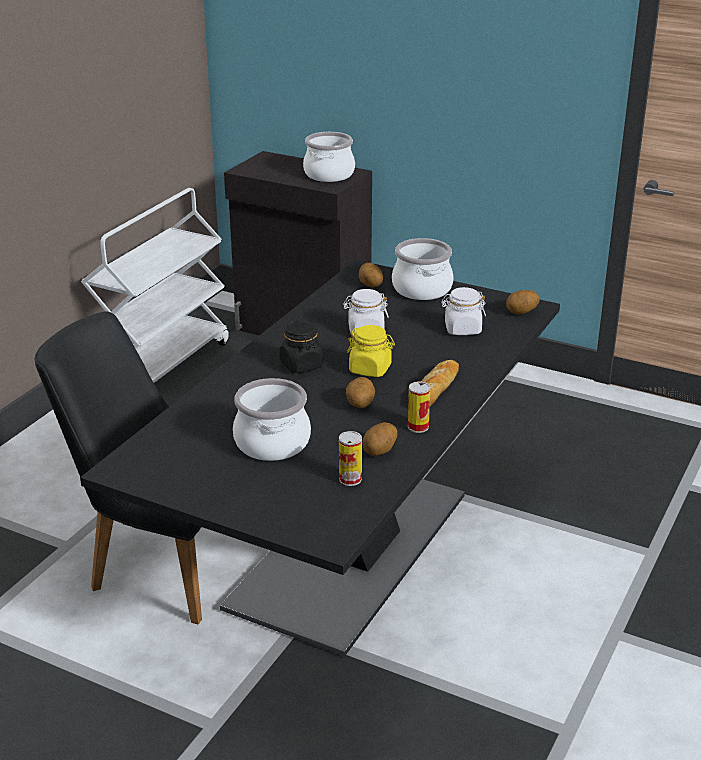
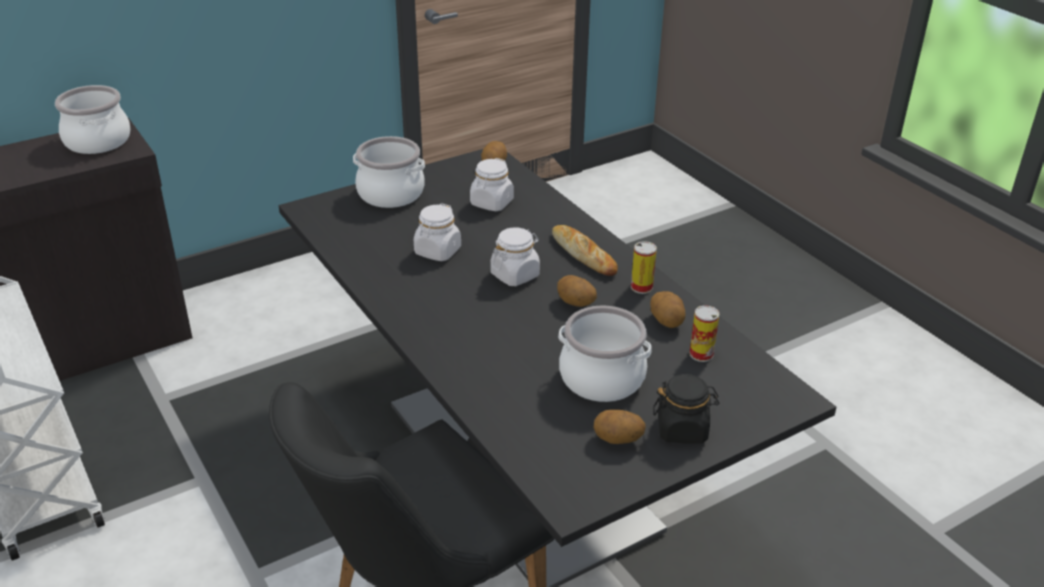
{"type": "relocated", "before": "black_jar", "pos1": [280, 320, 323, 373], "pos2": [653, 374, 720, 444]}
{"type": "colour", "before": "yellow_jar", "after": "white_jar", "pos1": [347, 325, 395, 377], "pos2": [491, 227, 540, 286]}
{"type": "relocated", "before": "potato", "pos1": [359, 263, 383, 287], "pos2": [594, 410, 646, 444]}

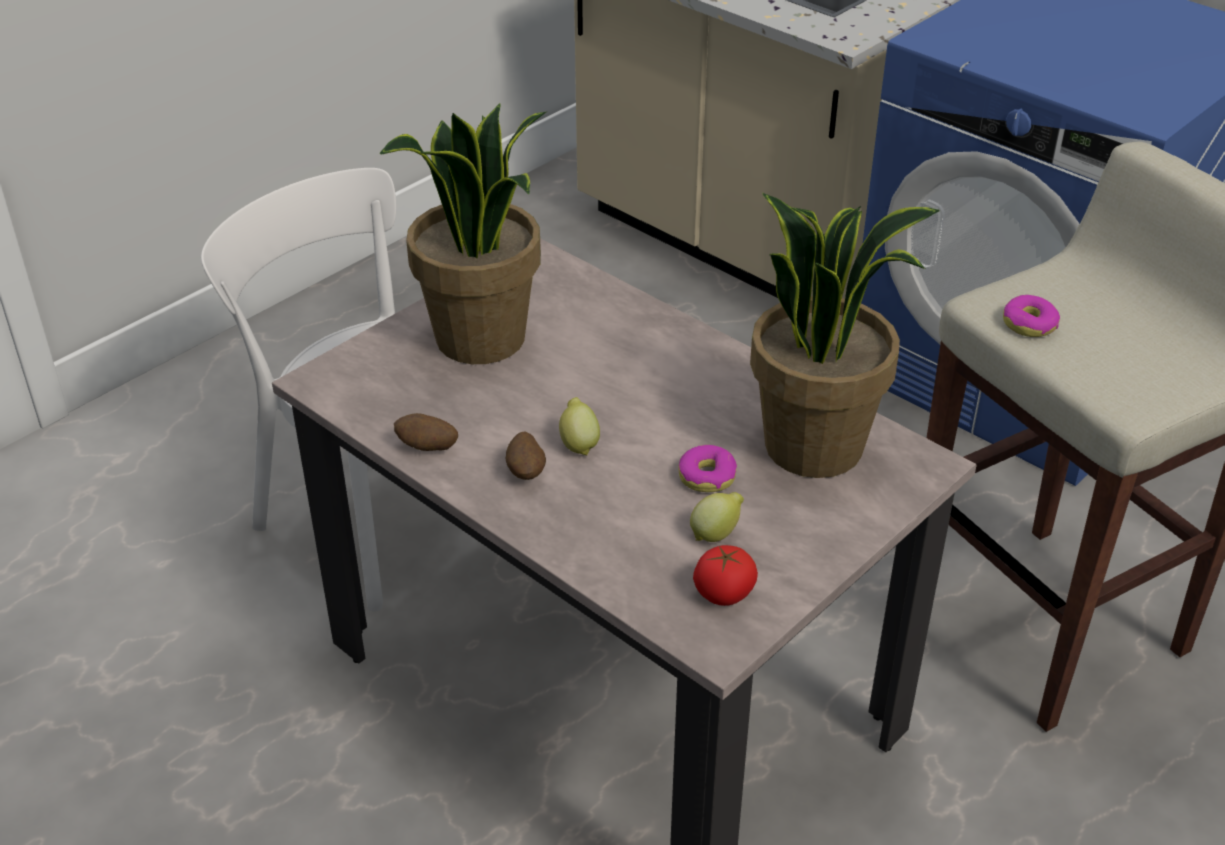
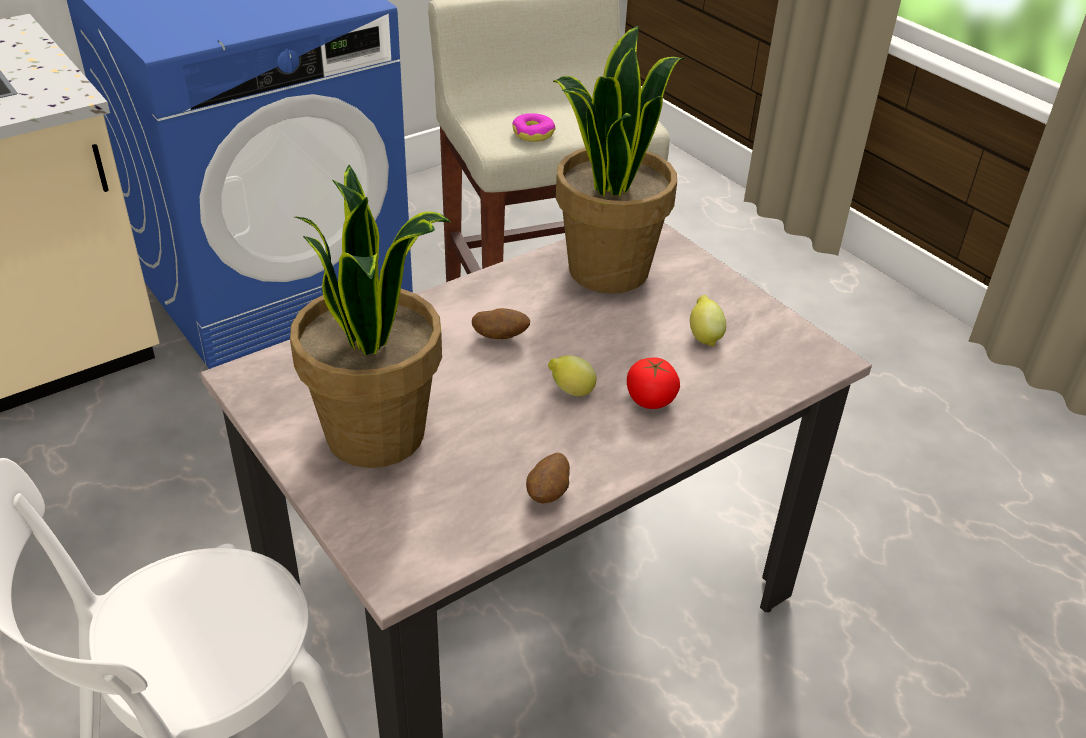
{"type": "relocated", "before": "potato", "pos1": [506, 431, 546, 480], "pos2": [472, 308, 530, 339]}
{"type": "missing", "before": "donut", "pos1": [678, 445, 737, 492]}
{"type": "relocated", "before": "tomato", "pos1": [693, 545, 758, 606], "pos2": [627, 358, 680, 409]}

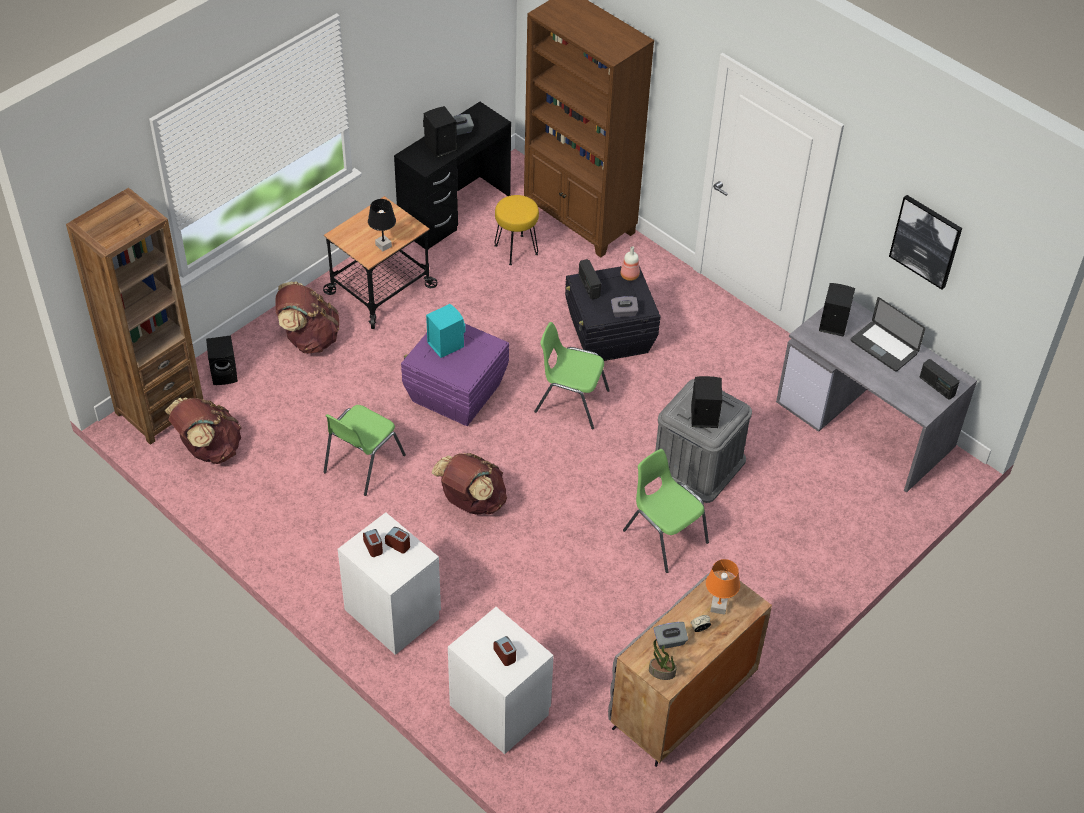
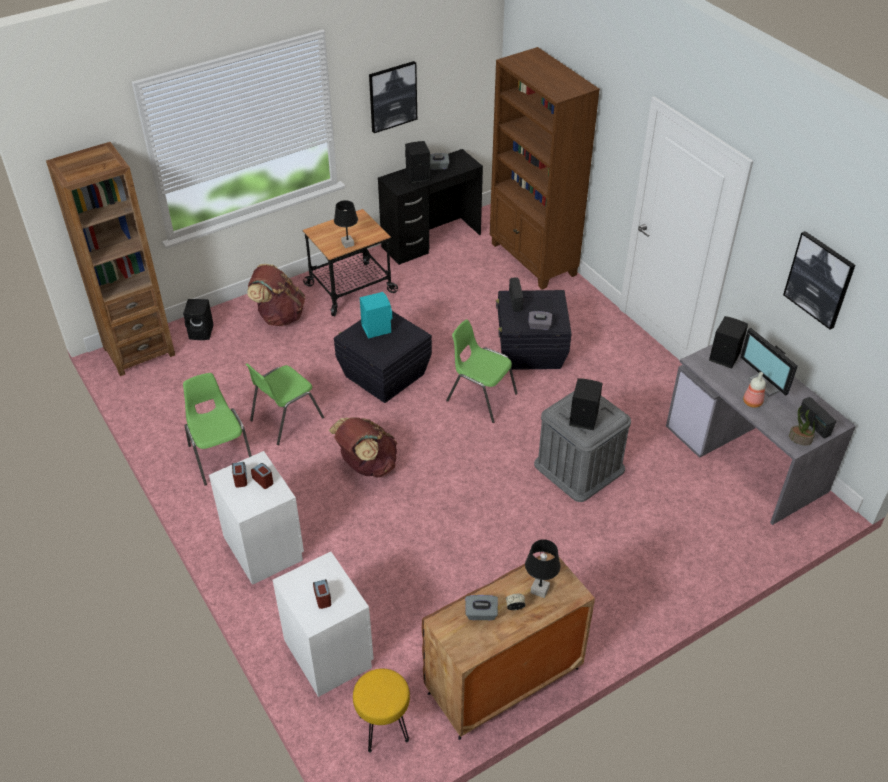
{"type": "missing", "before": "brown_backpack", "pos1": [164, 398, 241, 464]}
{"type": "colour", "before": "purple_storage_box", "after": "black_storage_box", "pos1": [401, 324, 509, 426], "pos2": [334, 311, 432, 403]}
{"type": "relocated", "before": "yellow_stool", "pos1": [494, 195, 539, 265], "pos2": [353, 669, 410, 753]}
{"type": "colour", "before": "grey_cabinet", "after": "brown_cabinet", "pos1": [608, 571, 772, 767], "pos2": [422, 552, 595, 740]}
{"type": "relocated", "before": "bottle", "pos1": [620, 246, 640, 281], "pos2": [743, 372, 766, 408]}
{"type": "relocated", "before": "green_chair", "pos1": [623, 449, 709, 573], "pos2": [183, 373, 252, 486]}
{"type": "relocated", "before": "potted_plant", "pos1": [649, 639, 677, 680], "pos2": [789, 406, 815, 446]}
{"type": "colour", "before": "orange_table_lamp", "after": "black_table_lamp", "pos1": [706, 559, 740, 615], "pos2": [525, 539, 560, 598]}
{"type": "exchanged", "before": "laptop", "after": "monitor", "pos1": [850, 297, 925, 372], "pos2": [740, 328, 798, 397]}
{"type": "appeared", "after": "picture", "pos2": [369, 61, 417, 133]}

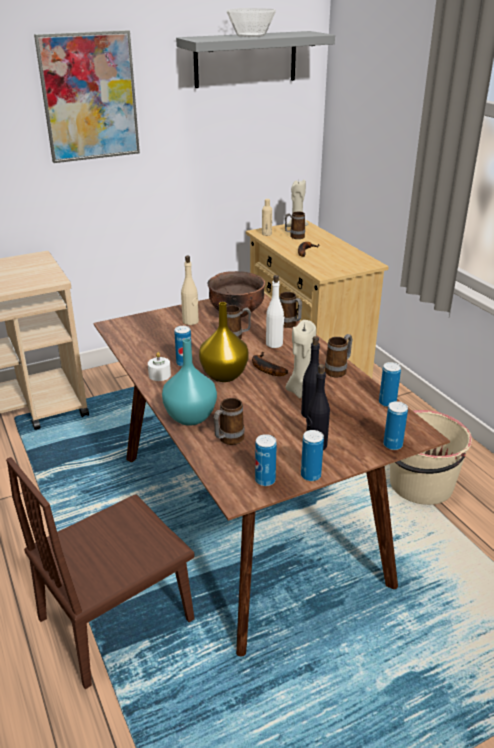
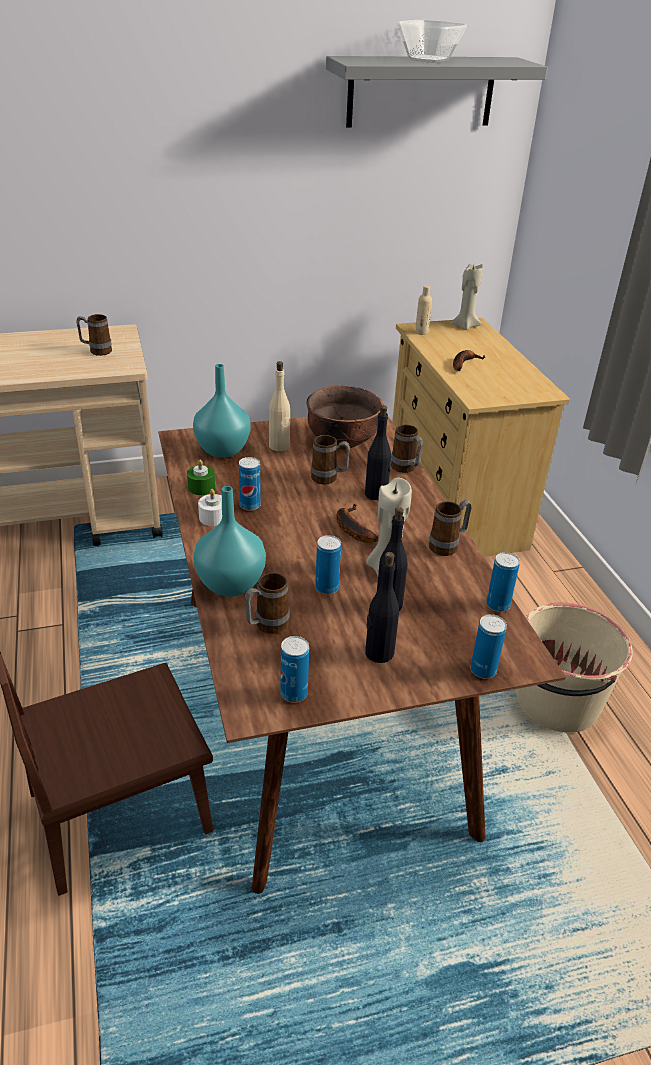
{"type": "missing", "before": "picture", "pos1": [34, 30, 140, 163]}
{"type": "missing", "before": "yellow_vase", "pos1": [199, 302, 249, 382]}
{"type": "colour", "before": "white_bottle", "after": "black_bottle", "pos1": [266, 275, 284, 348], "pos2": [365, 405, 392, 500]}
{"type": "relocated", "before": "mug", "pos1": [285, 212, 305, 239], "pos2": [76, 314, 112, 356]}
{"type": "relocated", "before": "can", "pos1": [301, 430, 324, 481], "pos2": [315, 535, 341, 594]}
{"type": "appeared", "after": "green_candle", "pos2": [187, 460, 215, 495]}
{"type": "appeared", "after": "turquoise_vase", "pos2": [193, 364, 251, 458]}

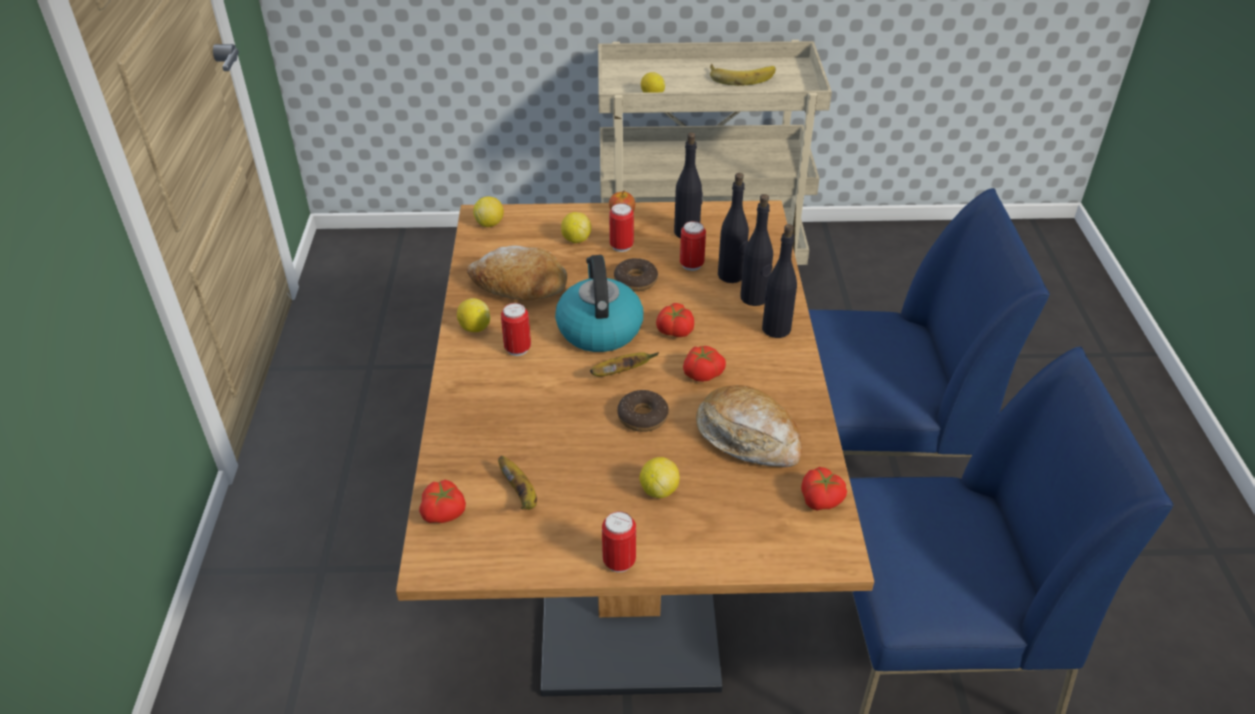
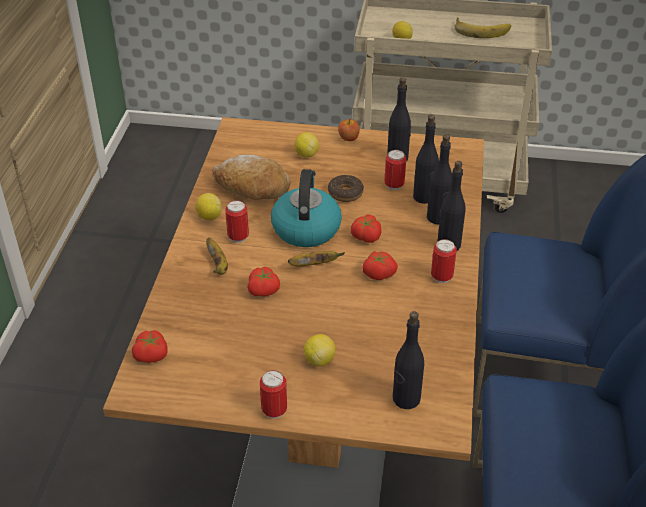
{"type": "missing", "before": "lemon", "pos1": [473, 197, 504, 227]}
{"type": "relocated", "before": "banana", "pos1": [498, 456, 537, 510], "pos2": [206, 238, 228, 275]}
{"type": "relocated", "before": "can", "pos1": [609, 203, 634, 252], "pos2": [431, 239, 457, 283]}
{"type": "missing", "before": "donut", "pos1": [617, 390, 669, 432]}
{"type": "missing", "before": "bread", "pos1": [696, 385, 802, 467]}
{"type": "relocated", "before": "tomato", "pos1": [801, 467, 847, 510], "pos2": [247, 267, 280, 296]}
{"type": "appeared", "after": "black_bottle", "pos2": [393, 311, 424, 409]}

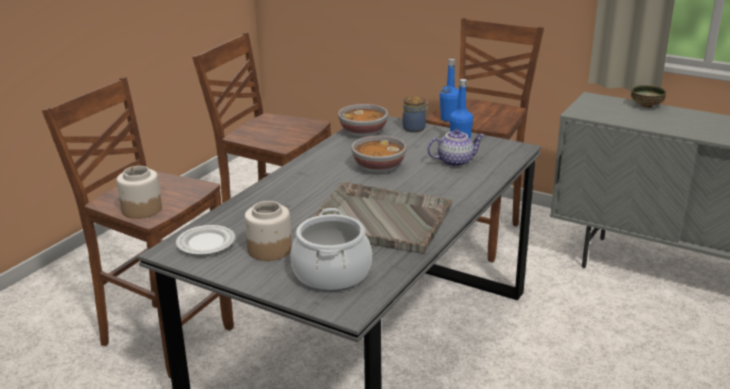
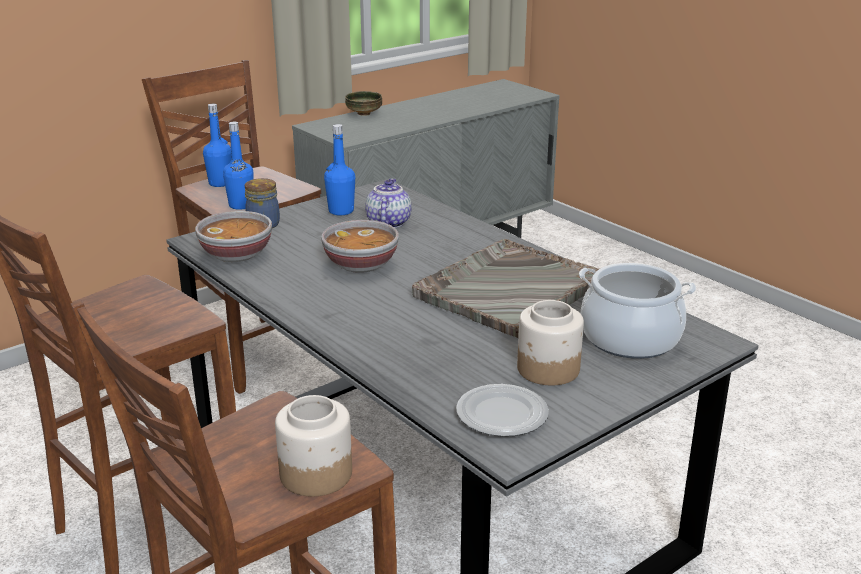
{"type": "appeared", "after": "blue_bottle", "pos2": [203, 104, 231, 187]}

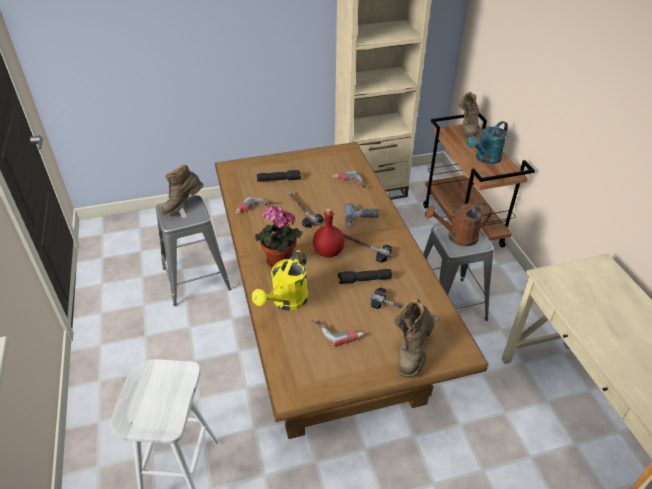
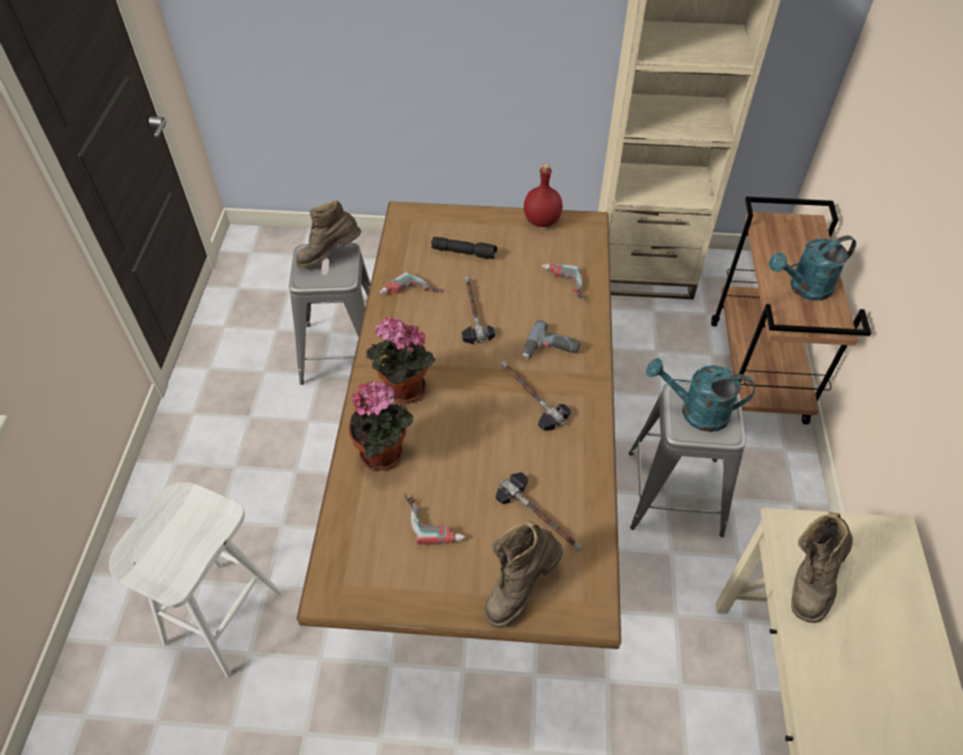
{"type": "exchanged", "before": "yellow_watering_can", "after": "potted_plant", "pos1": [252, 250, 308, 311], "pos2": [348, 381, 414, 470]}
{"type": "relocated", "before": "red_bottle", "pos1": [313, 208, 344, 258], "pos2": [524, 164, 563, 227]}
{"type": "missing", "before": "black_flashlight", "pos1": [338, 269, 392, 284]}
{"type": "colour", "before": "brown_watering_can", "after": "turquoise_watering_can", "pos1": [425, 202, 492, 246], "pos2": [646, 358, 755, 432]}
{"type": "relocated", "before": "brown_boot", "pos1": [459, 92, 480, 139], "pos2": [791, 512, 853, 623]}

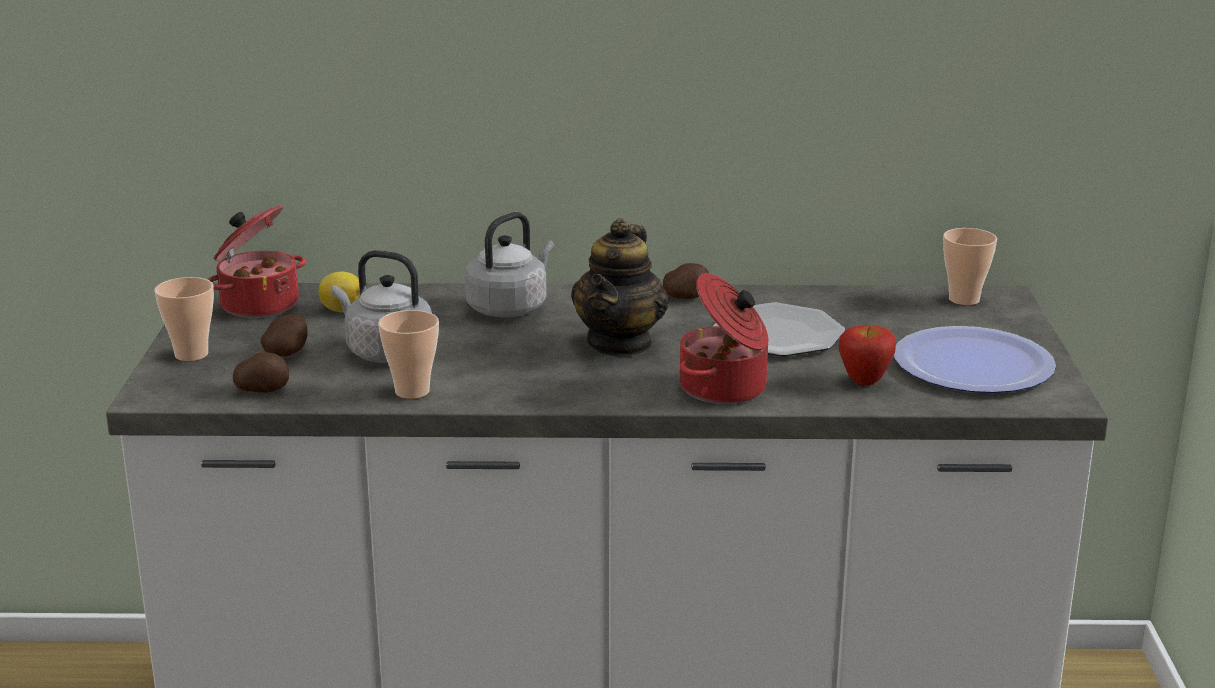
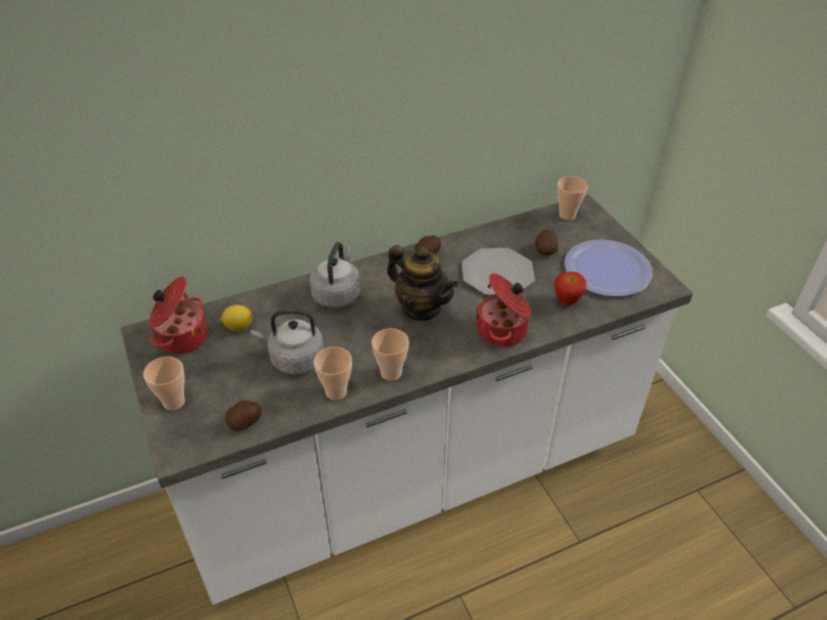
{"type": "relocated", "before": "potato", "pos1": [261, 314, 308, 357], "pos2": [535, 229, 558, 255]}
{"type": "spun", "before": "teapot", "pos1": [571, 218, 668, 357], "pos2": [387, 245, 459, 321], "turn": -45}
{"type": "appeared", "after": "cup", "pos2": [372, 328, 409, 381]}

